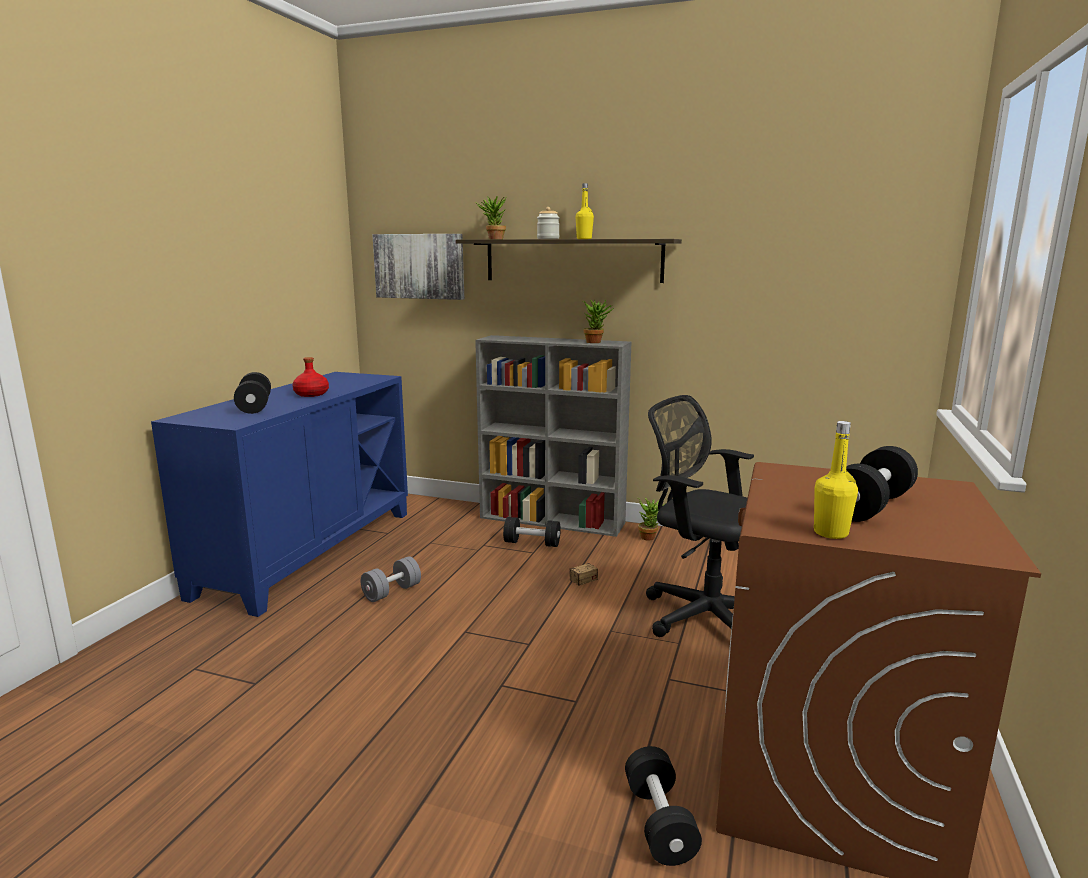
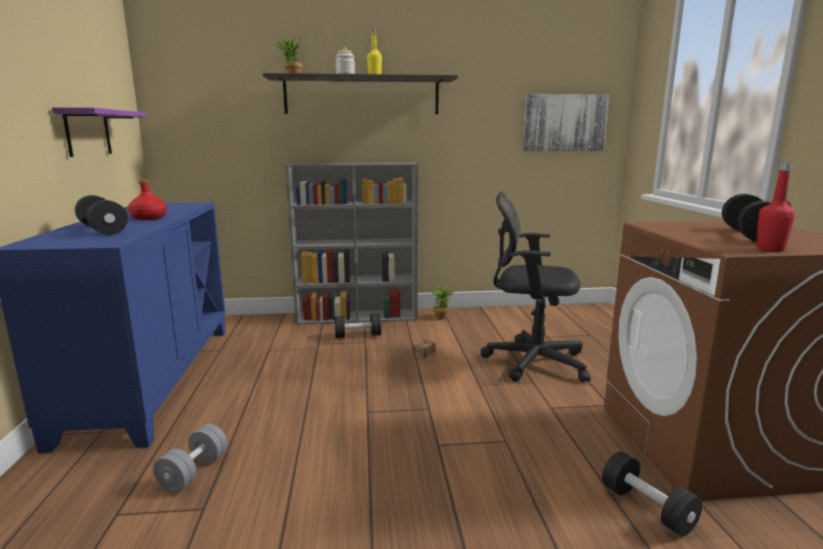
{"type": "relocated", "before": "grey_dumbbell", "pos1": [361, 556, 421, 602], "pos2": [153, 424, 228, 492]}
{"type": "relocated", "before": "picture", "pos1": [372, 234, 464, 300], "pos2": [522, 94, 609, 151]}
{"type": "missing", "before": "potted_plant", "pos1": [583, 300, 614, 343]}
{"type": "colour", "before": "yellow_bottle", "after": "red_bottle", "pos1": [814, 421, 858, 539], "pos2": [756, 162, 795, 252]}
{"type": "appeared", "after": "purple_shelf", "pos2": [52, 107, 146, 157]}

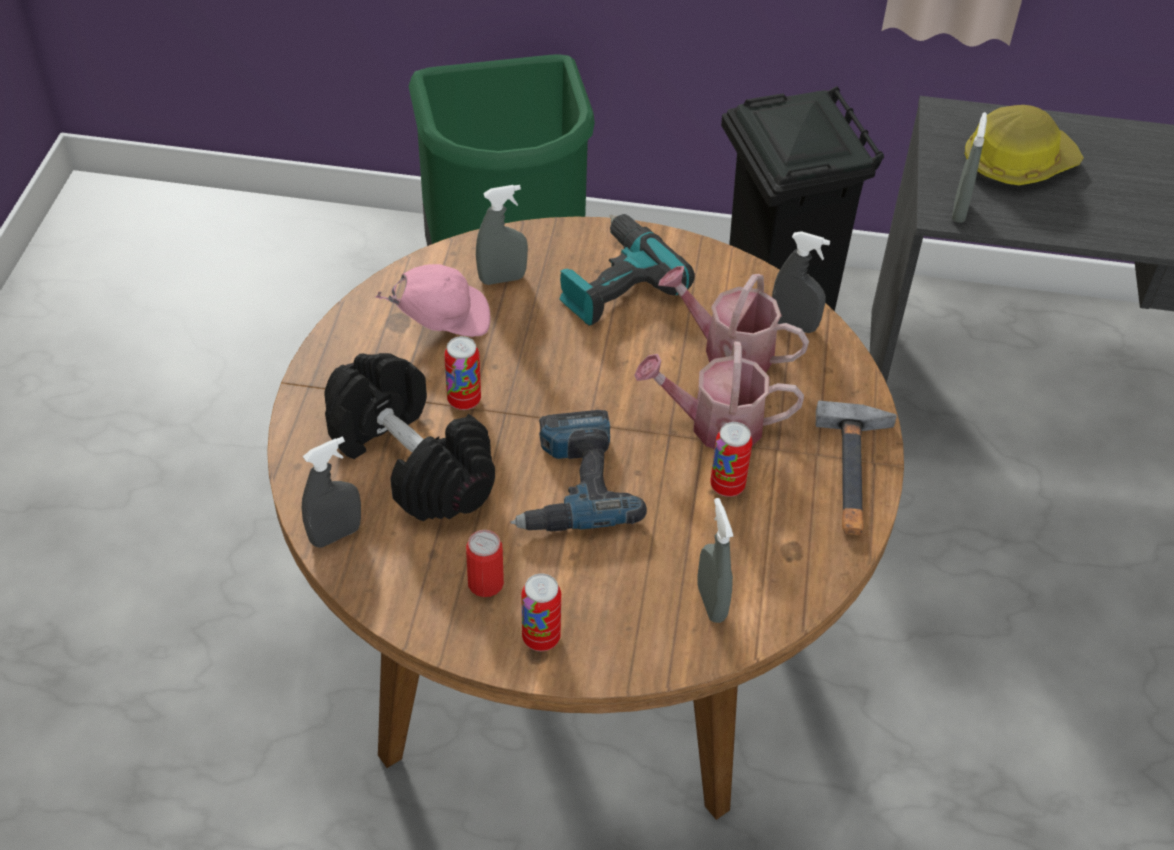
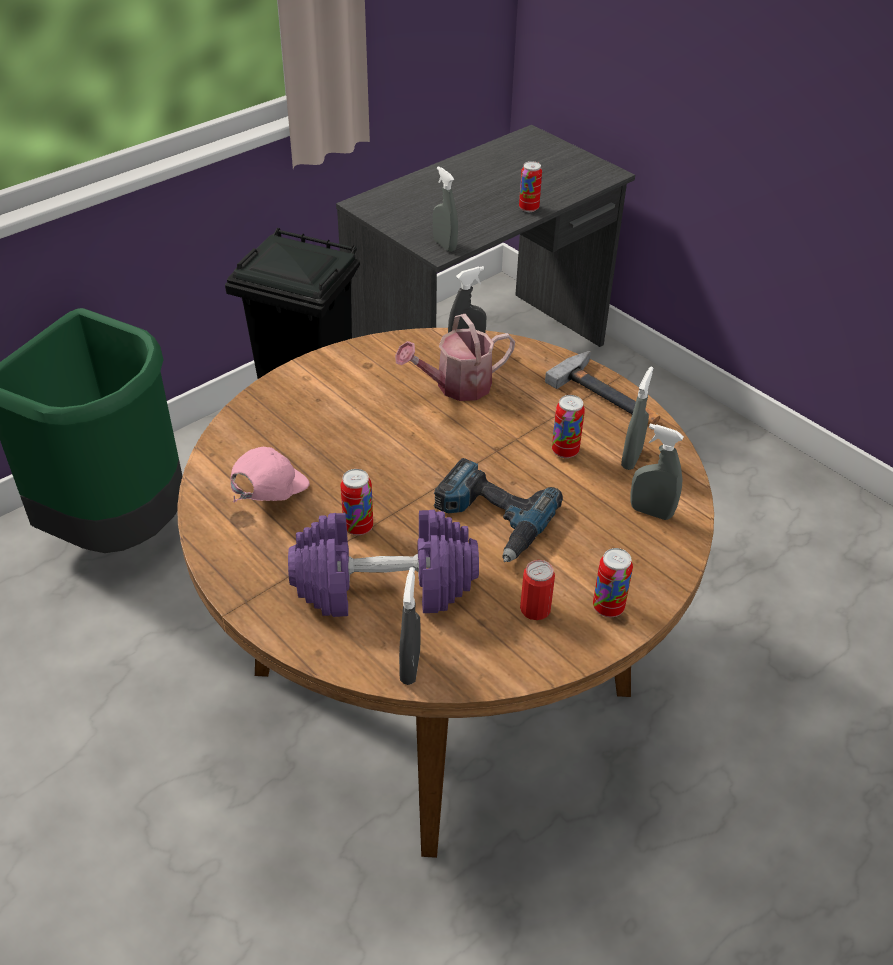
{"type": "colour", "before": "black_dumbbell", "after": "purple_dumbbell", "pos1": [324, 353, 495, 521], "pos2": [288, 509, 479, 617]}
{"type": "relocated", "before": "grey_spray_bottle", "pos1": [476, 185, 528, 285], "pos2": [621, 367, 654, 470]}
{"type": "missing", "before": "power_drill", "pos1": [560, 214, 695, 326]}
{"type": "missing", "before": "watering_can", "pos1": [634, 341, 804, 449]}
{"type": "missing", "before": "hard_hat", "pos1": [965, 105, 1084, 185]}
{"type": "appeared", "after": "can", "pos2": [519, 161, 542, 212]}

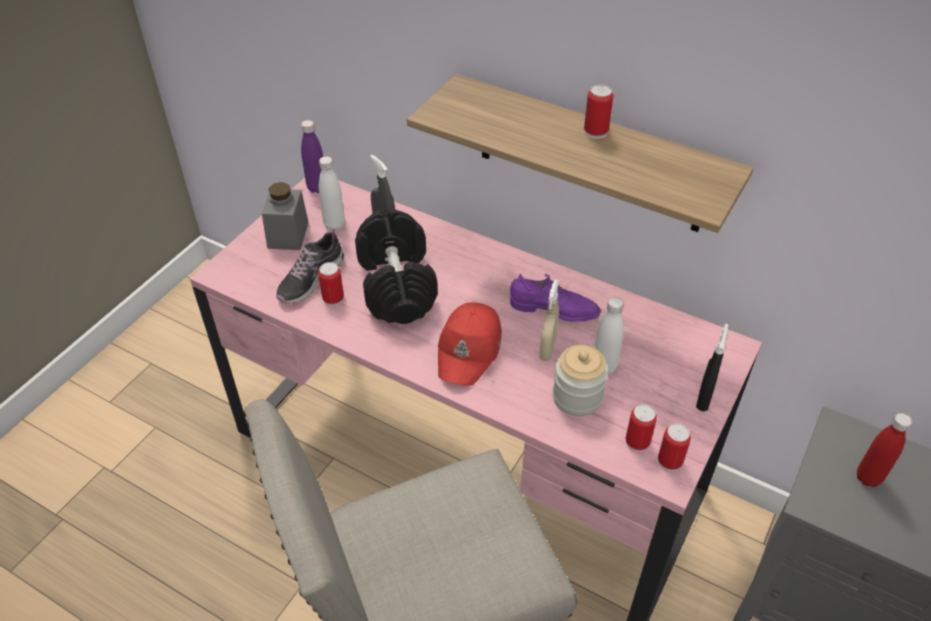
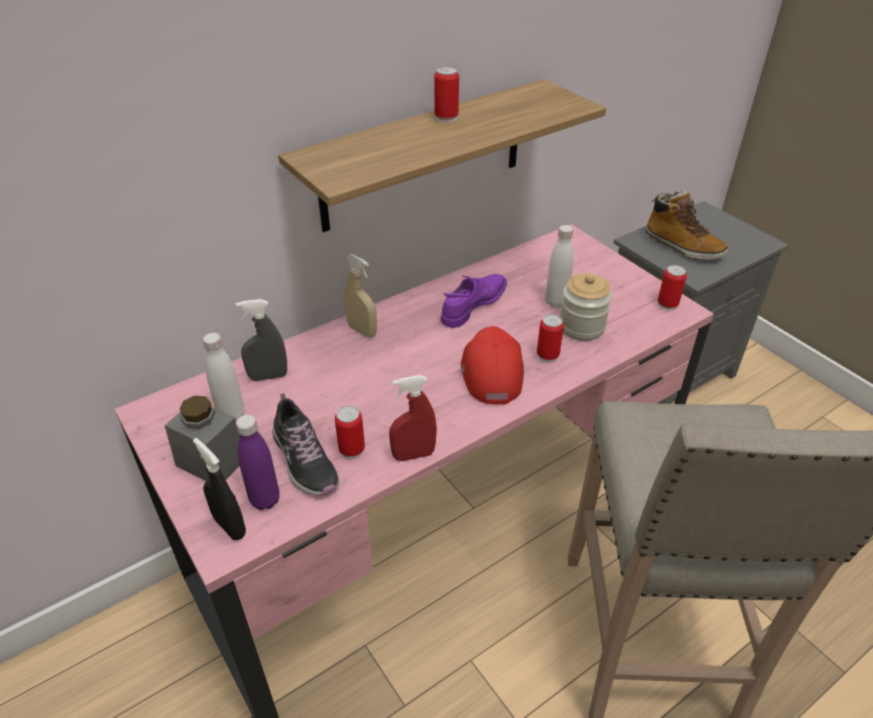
{"type": "relocated", "before": "purple_bottle", "pos1": [301, 120, 323, 193], "pos2": [236, 415, 280, 510]}
{"type": "missing", "before": "black_dumbbell", "pos1": [355, 209, 438, 324]}
{"type": "spun", "before": "red_cap", "pos1": [438, 302, 502, 386], "pos2": [461, 326, 524, 405], "turn": -135}
{"type": "relocated", "before": "beige_spray_bottle", "pos1": [539, 280, 559, 361], "pos2": [345, 254, 377, 338]}
{"type": "relocated", "before": "can", "pos1": [626, 404, 657, 452], "pos2": [537, 314, 564, 362]}
{"type": "relocated", "before": "black_spray_bottle", "pos1": [696, 324, 728, 411], "pos2": [193, 438, 246, 540]}
{"type": "exchanged", "before": "red_bottle", "after": "boot", "pos1": [857, 413, 912, 487], "pos2": [645, 190, 728, 260]}
{"type": "appeared", "after": "red_spray_bottle", "pos2": [389, 375, 437, 461]}

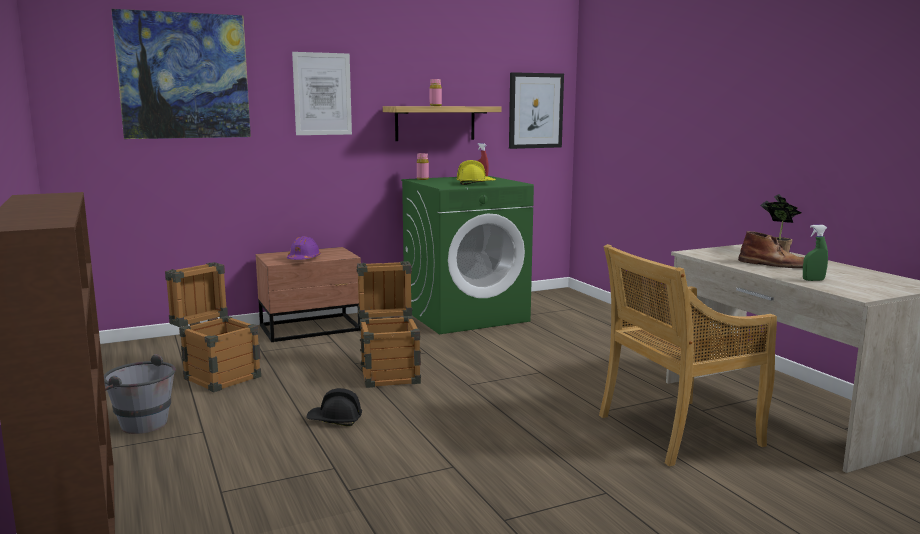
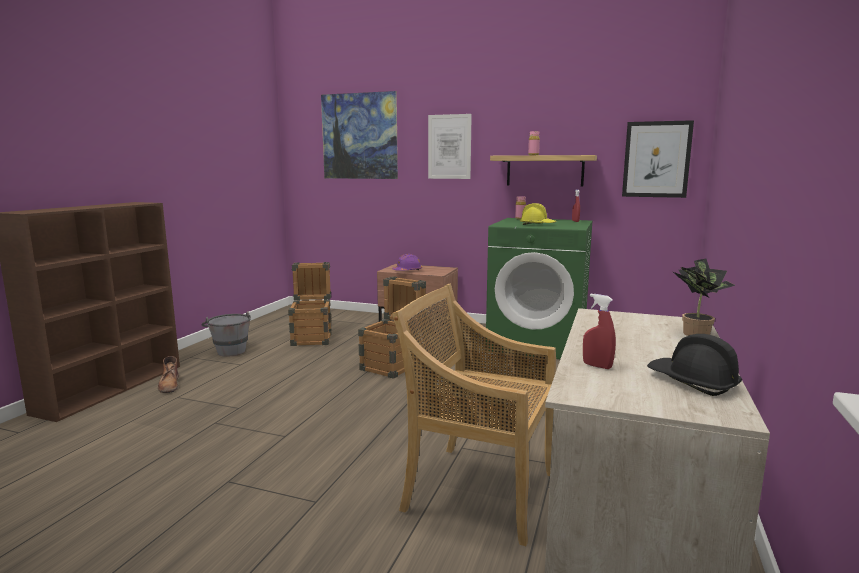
{"type": "relocated", "before": "black_hard_hat", "pos1": [306, 388, 362, 426], "pos2": [647, 334, 742, 396]}
{"type": "relocated", "before": "brown_boot", "pos1": [738, 231, 804, 268], "pos2": [158, 356, 179, 393]}
{"type": "colour", "before": "green_spray_bottle", "after": "red_spray_bottle", "pos1": [803, 225, 828, 281], "pos2": [583, 294, 616, 369]}

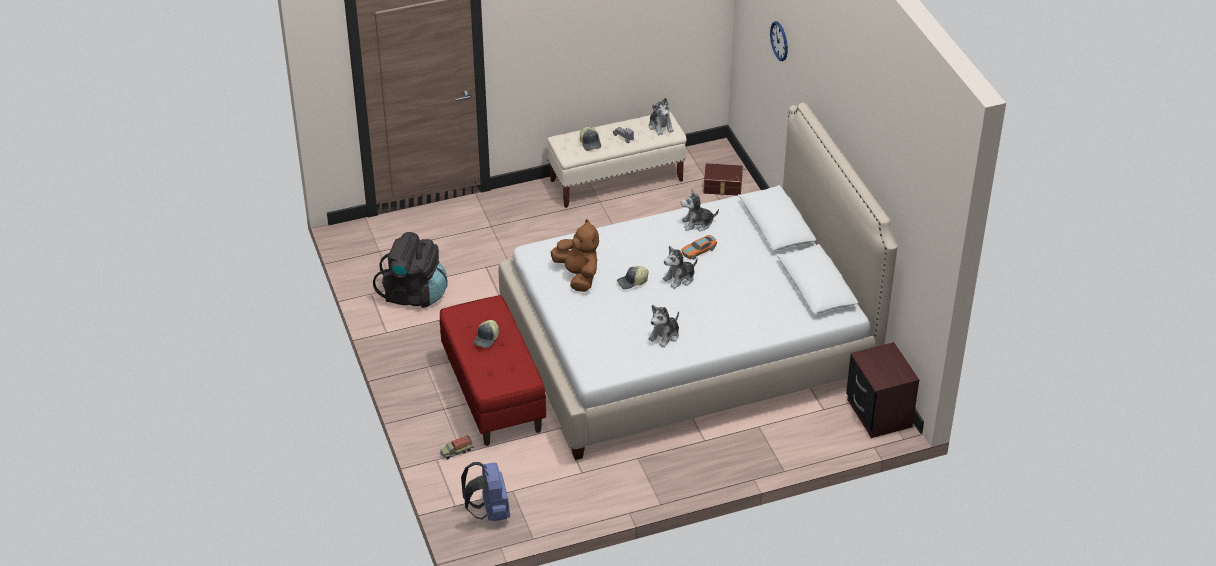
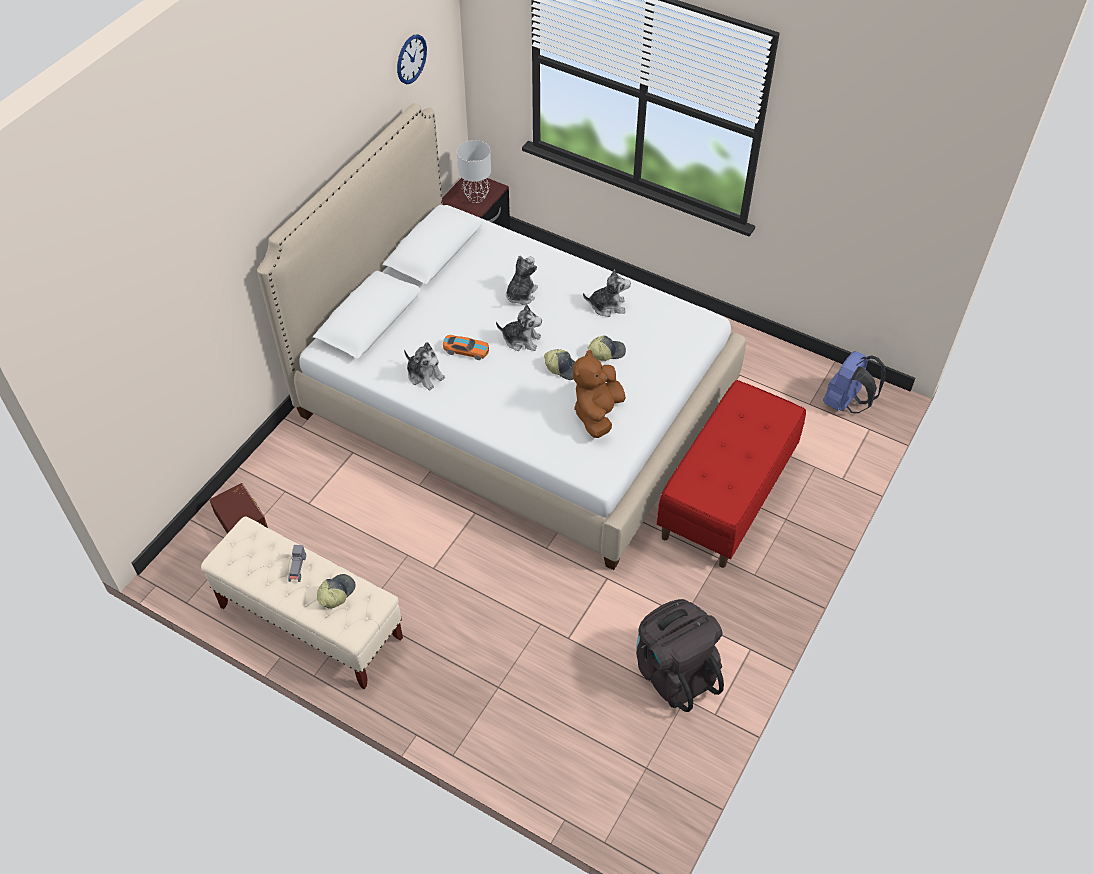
{"type": "missing", "before": "toy_truck", "pos1": [440, 435, 474, 460]}
{"type": "relocated", "before": "cap", "pos1": [474, 320, 499, 348], "pos2": [588, 335, 626, 361]}
{"type": "relocated", "before": "plush_toy", "pos1": [649, 98, 674, 136], "pos2": [506, 256, 538, 305]}
{"type": "relocated", "before": "wall_clock", "pos1": [770, 21, 788, 61], "pos2": [397, 34, 427, 84]}
{"type": "appeared", "after": "grey_table_lamp", "pos2": [457, 140, 491, 203]}

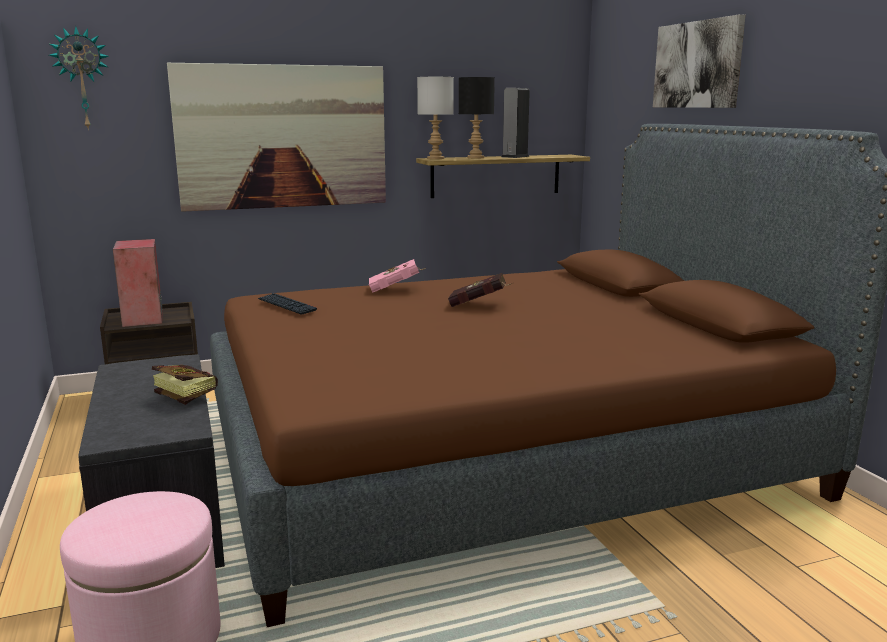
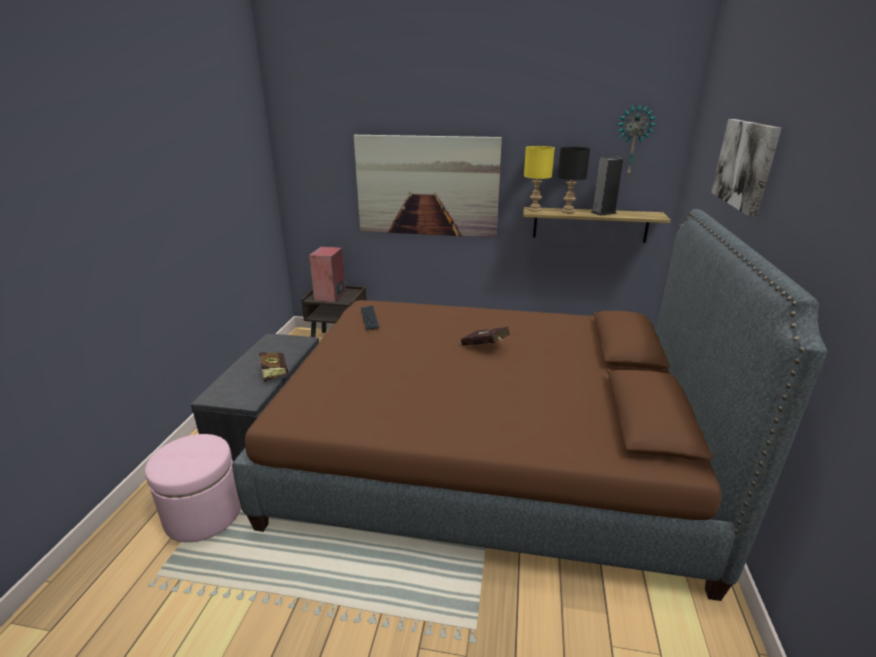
{"type": "relocated", "before": "wall_clock", "pos1": [49, 26, 109, 131], "pos2": [617, 104, 657, 176]}
{"type": "missing", "before": "pink_book", "pos1": [369, 259, 426, 293]}
{"type": "colour", "before": "grey_table_lamp", "after": "yellow_table_lamp", "pos1": [417, 77, 454, 159], "pos2": [524, 146, 555, 212]}

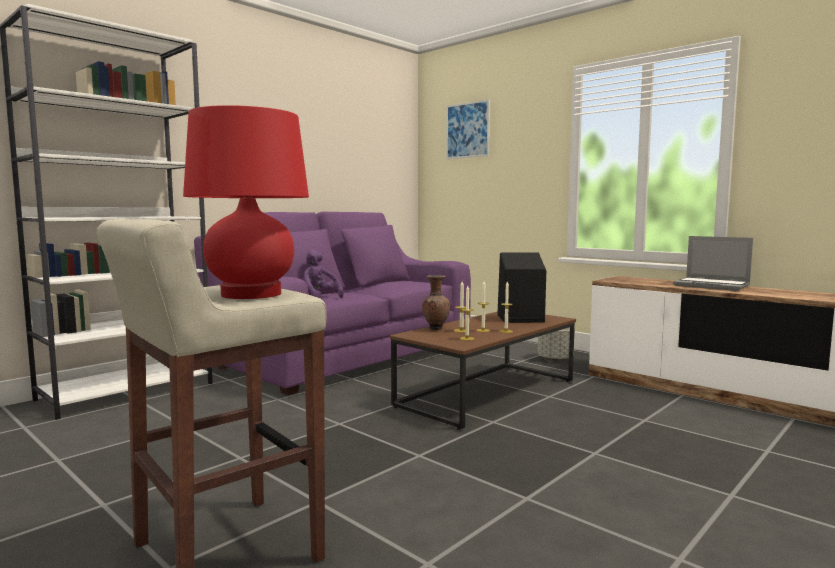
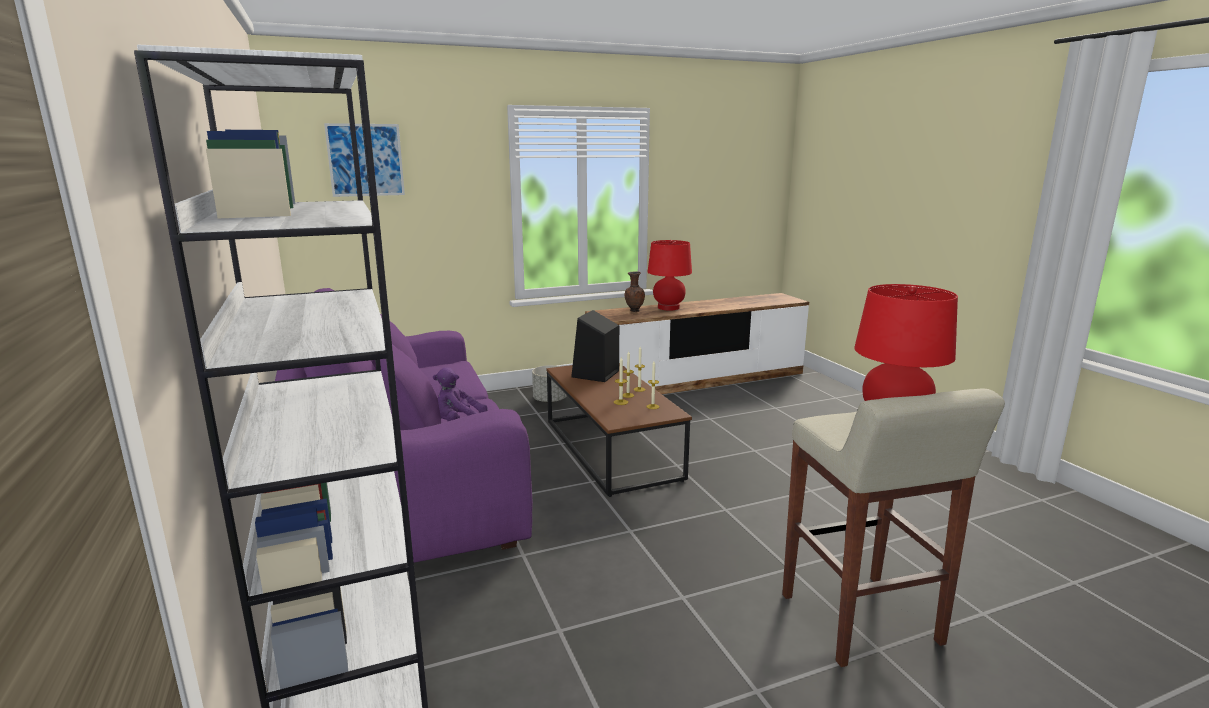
{"type": "relocated", "before": "brown_vase", "pos1": [422, 275, 450, 330], "pos2": [624, 271, 645, 312]}
{"type": "exchanged", "before": "laptop", "after": "red_table_lamp", "pos1": [673, 236, 753, 291], "pos2": [648, 240, 692, 311]}

